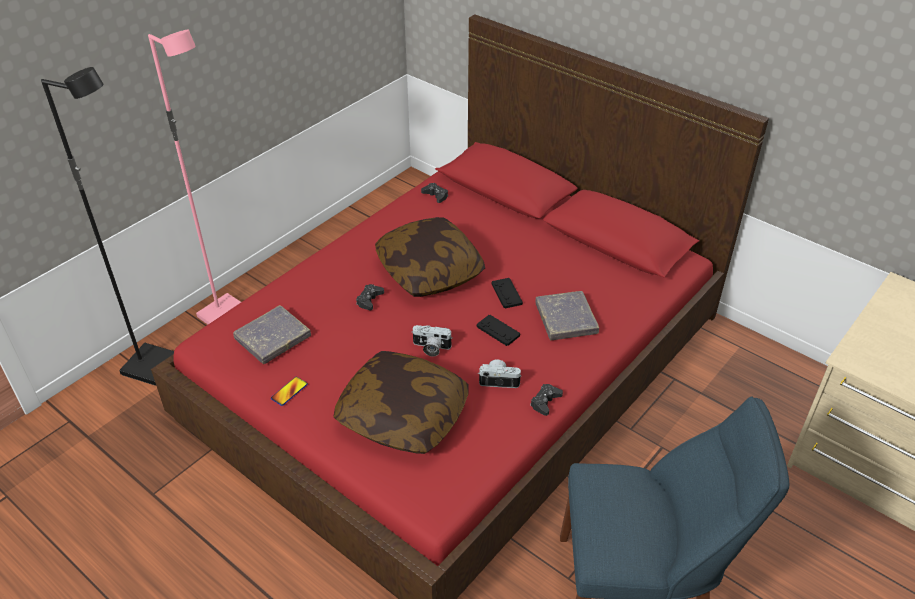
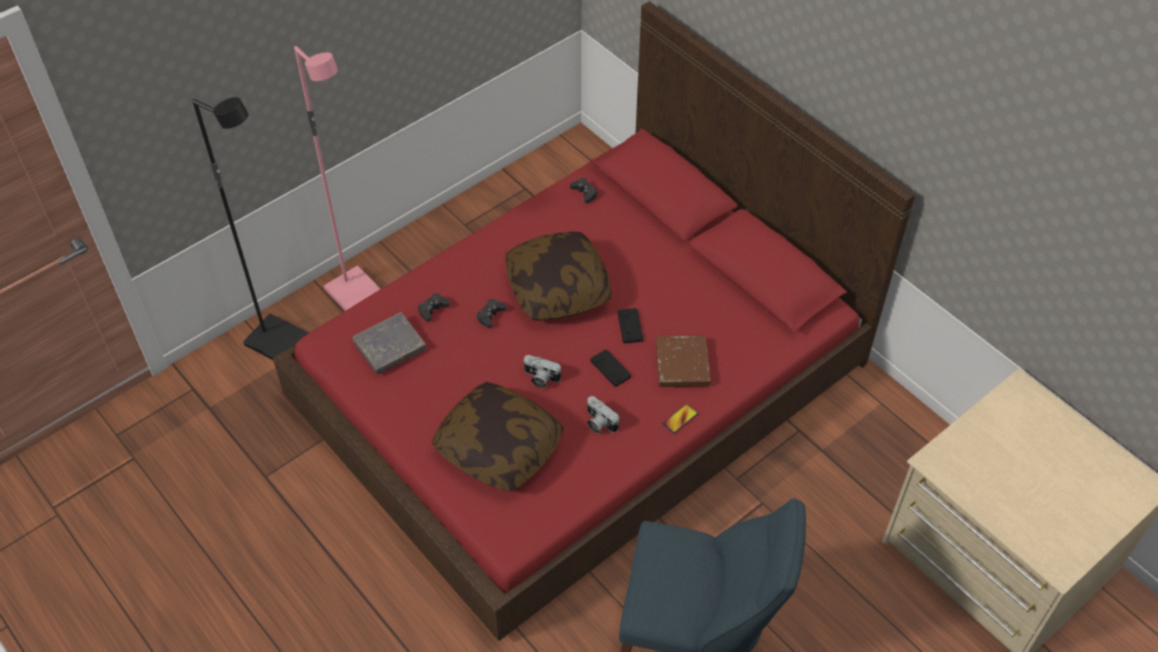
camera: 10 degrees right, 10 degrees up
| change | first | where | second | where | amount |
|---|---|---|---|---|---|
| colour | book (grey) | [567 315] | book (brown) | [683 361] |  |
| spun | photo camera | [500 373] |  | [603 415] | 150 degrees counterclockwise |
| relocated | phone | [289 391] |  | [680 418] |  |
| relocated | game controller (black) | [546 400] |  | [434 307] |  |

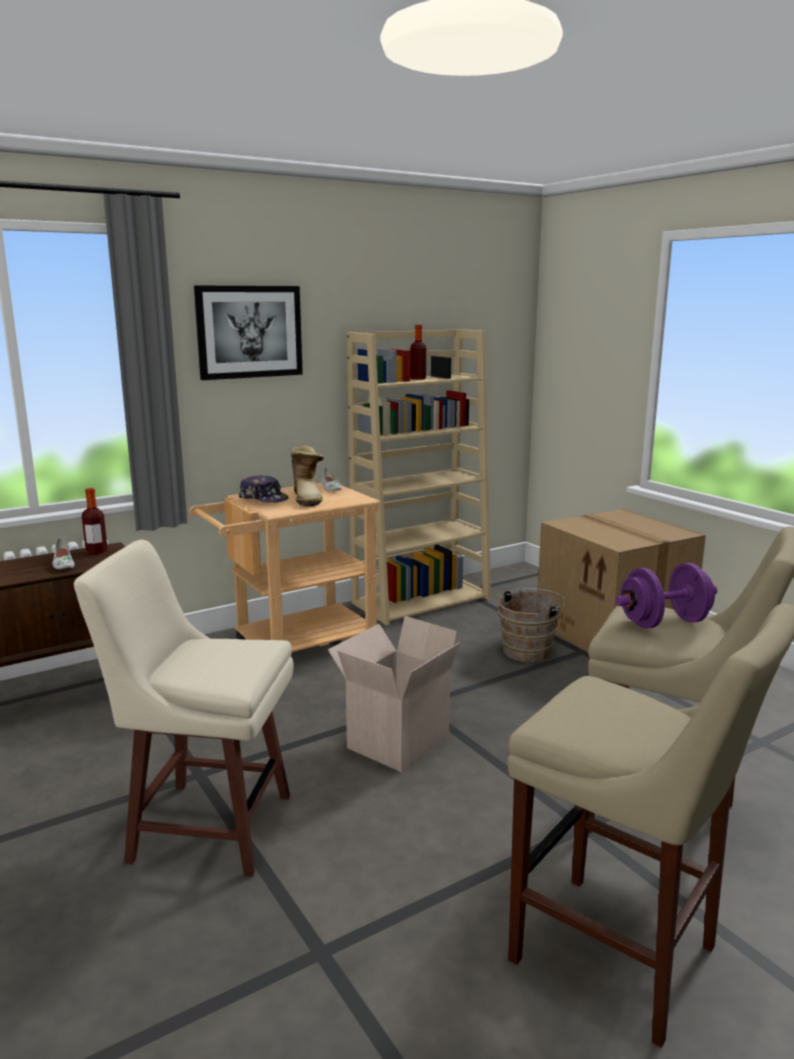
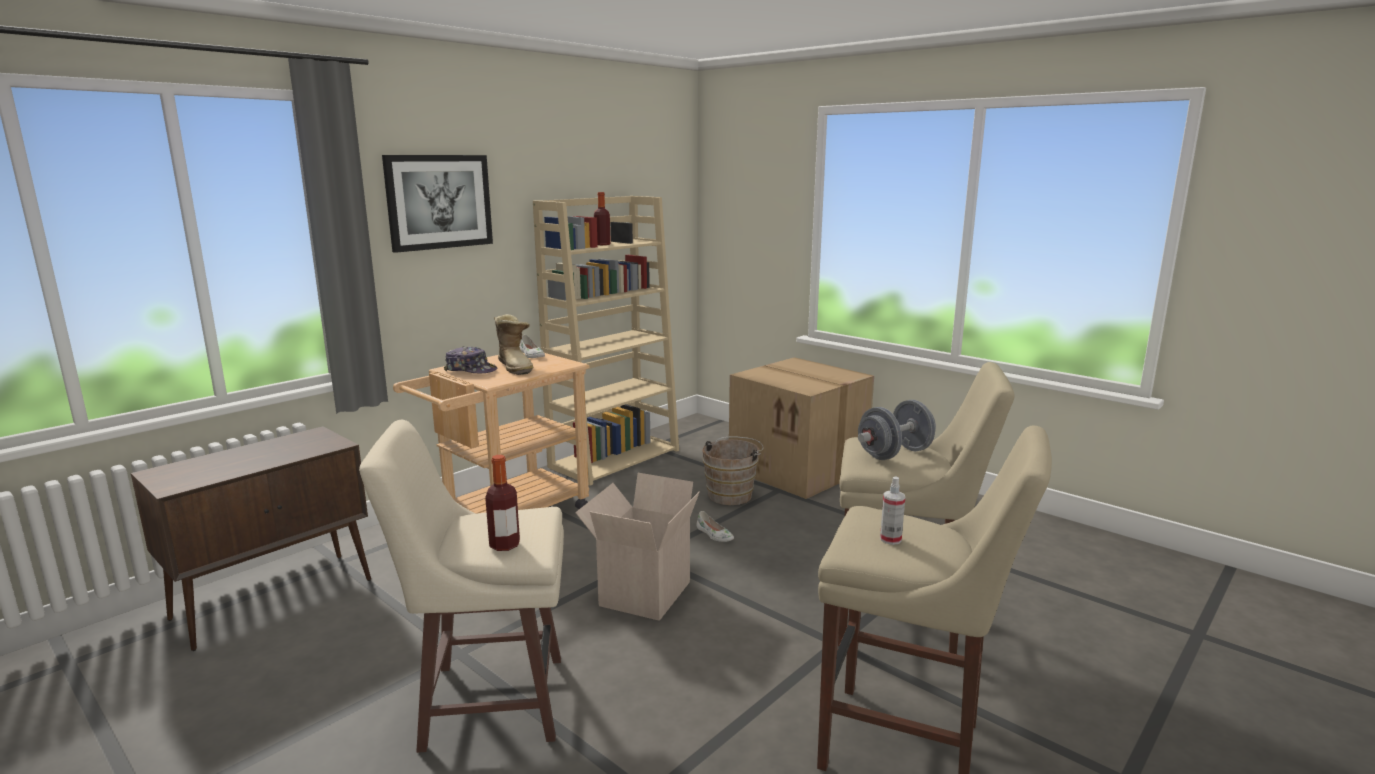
camera: 15 degrees left, 0 degrees up
| change | first | where | second | where | amount |
|---|---|---|---|---|---|
| relocated | bottle | [95 521] |  | [502 503] |  |
| relocated | shoe (white) | [63 553] |  | [715 526] |  |
| colour | dumbbell (purple) | [666 596] | dumbbell (grey) | [897 430] |  |
| appeared |  |  | spray bottle | [892 510] |  |

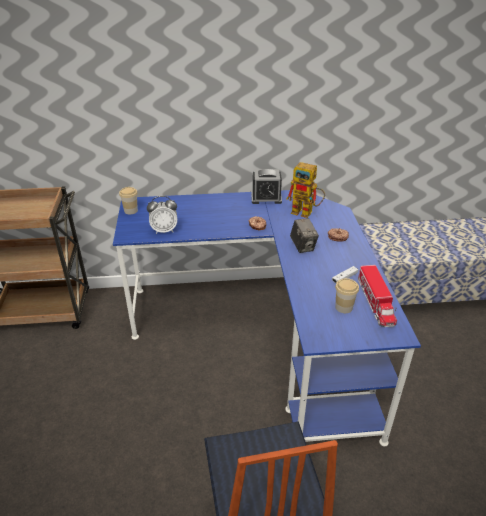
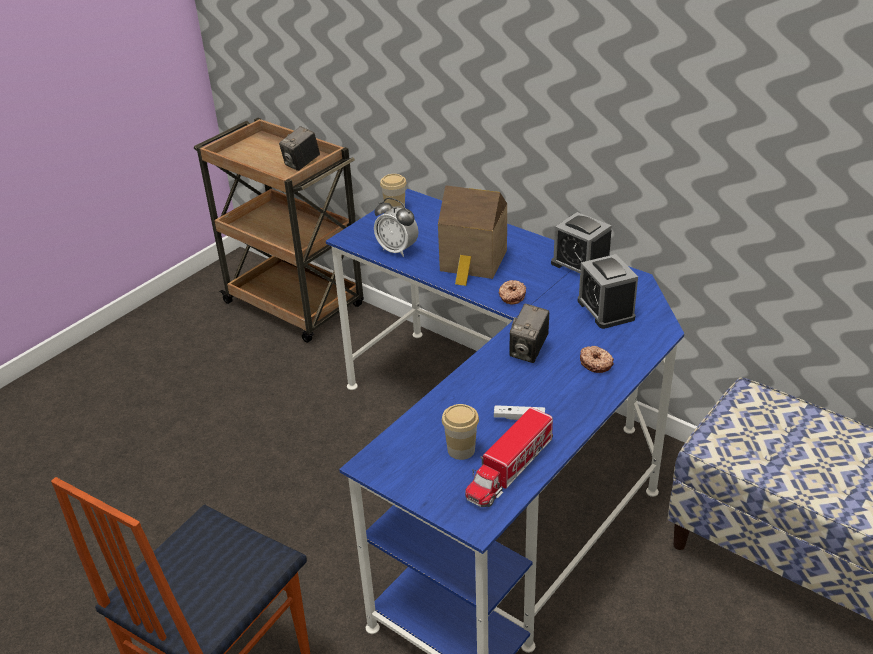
camera: 45 degrees right, 0 degrees up
| change | first | where | second | where | amount |
|---|---|---|---|---|---|
| exchanged | toy robot | [306 190] | alarm clock | [608 291] |  |
| appeared |  |  | photo camera | [299 148] |  |
| appeared |  |  | toy house | [472 235] |  |

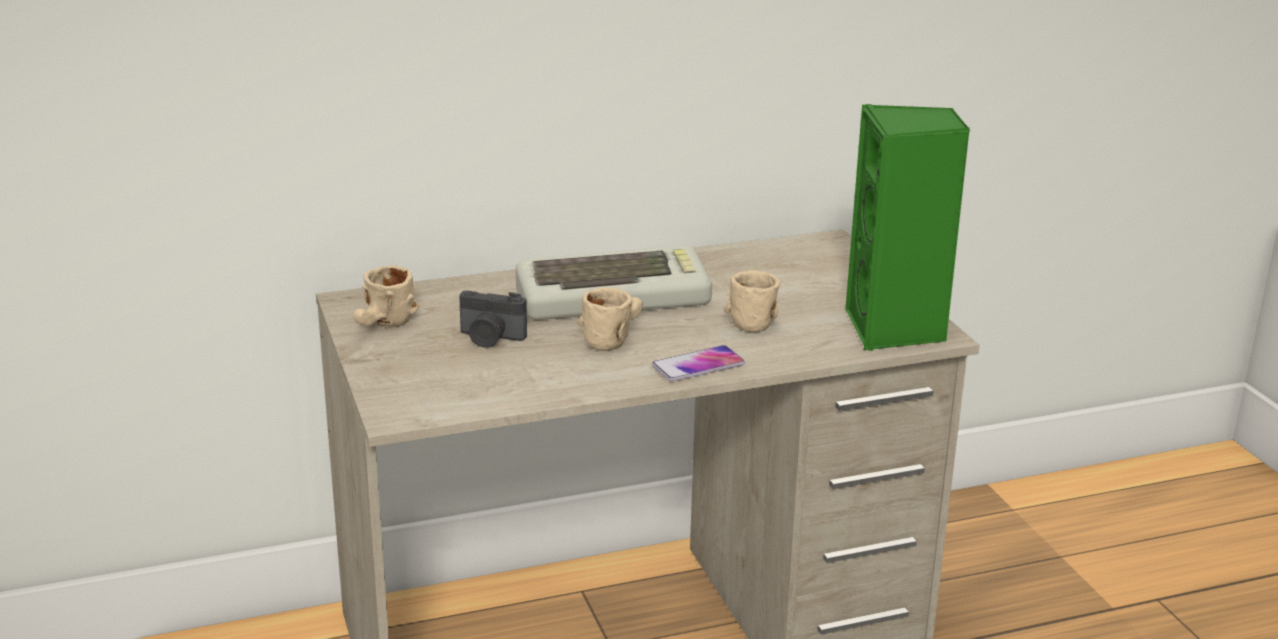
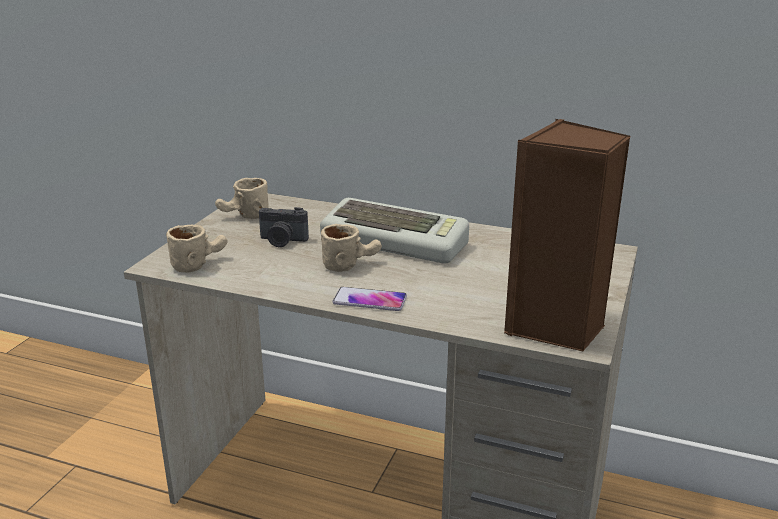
camera: 40 degrees right, 0 degrees up
| change | first | where | second | where | amount |
|---|---|---|---|---|---|
| colour | speaker (green) | [908 227] | speaker (brown) | [567 235] |  |
| relocated | mug (beige) | [751 301] |  | [197 248] |  |
| spun | photo camera | [493 319] |  | [284 227] | 45 degrees counterclockwise |

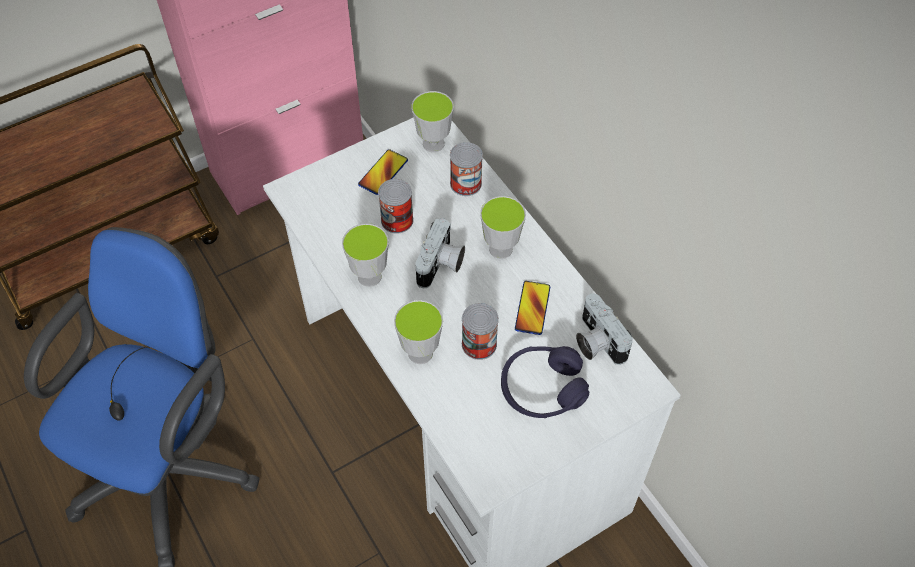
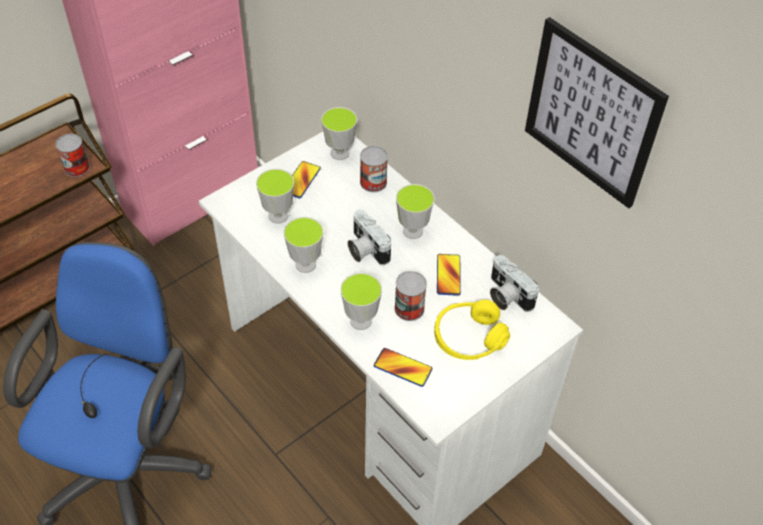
camera: 10 degrees left, 5 degrees down
| change | first | where | second | where | amount |
|---|---|---|---|---|---|
| relocated | can | [396 206] |  | [72 155] |  |
| spun | photo camera | [440 253] |  | [369 237] | 135 degrees clockwise |
| colour | headphones (purple) | [545 382] | headphones (yellow) | [472 330] |  |
| appeared |  |  | picture | [597 112] |  |
| appeared |  |  | cup | [275 196] |  |
| appeared |  |  | phone | [403 367] |  |

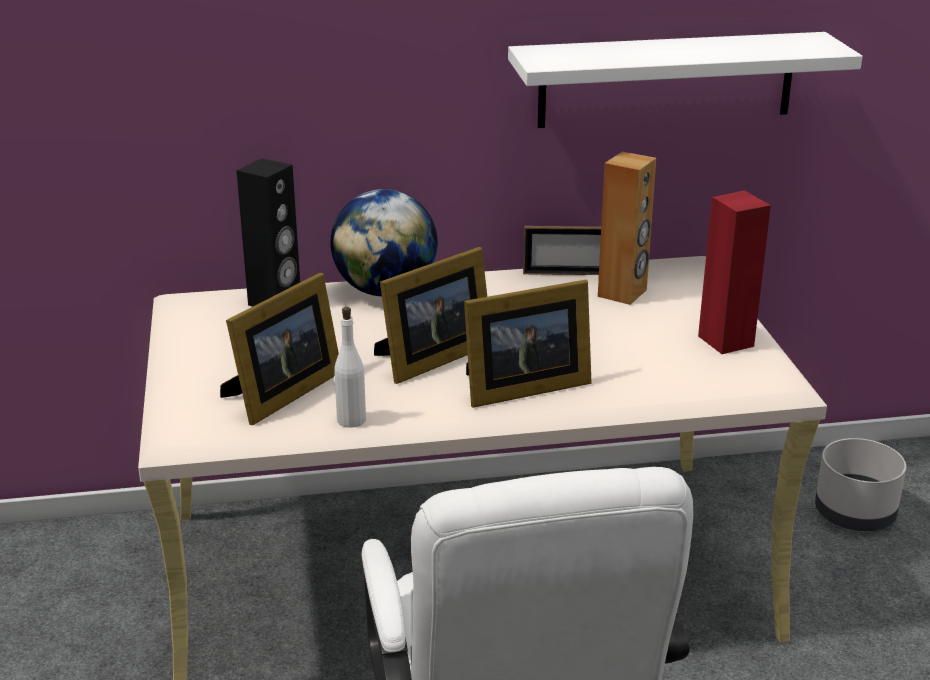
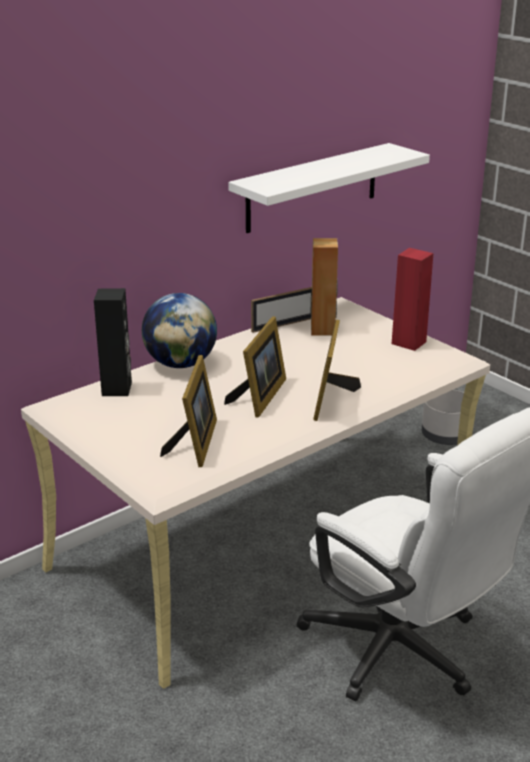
camera: 30 degrees left, 0 degrees up
| change | first | where | second | where | amount |
|---|---|---|---|---|---|
| spun | picture frame | [528 344] |  | [337 370] | 150 degrees clockwise |
| missing | bottle (white) | [350 367] |  |  |  |

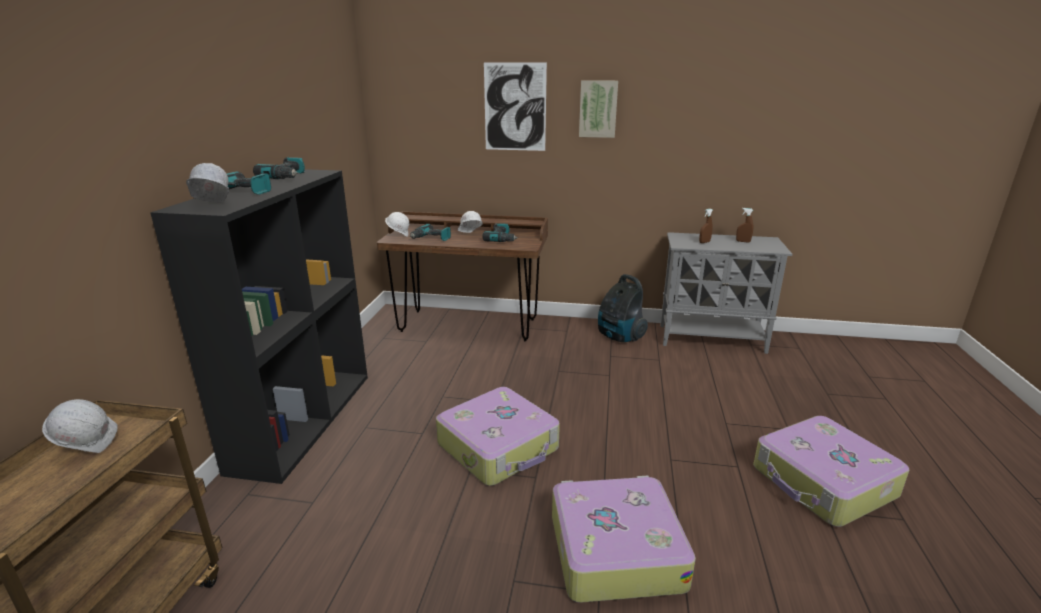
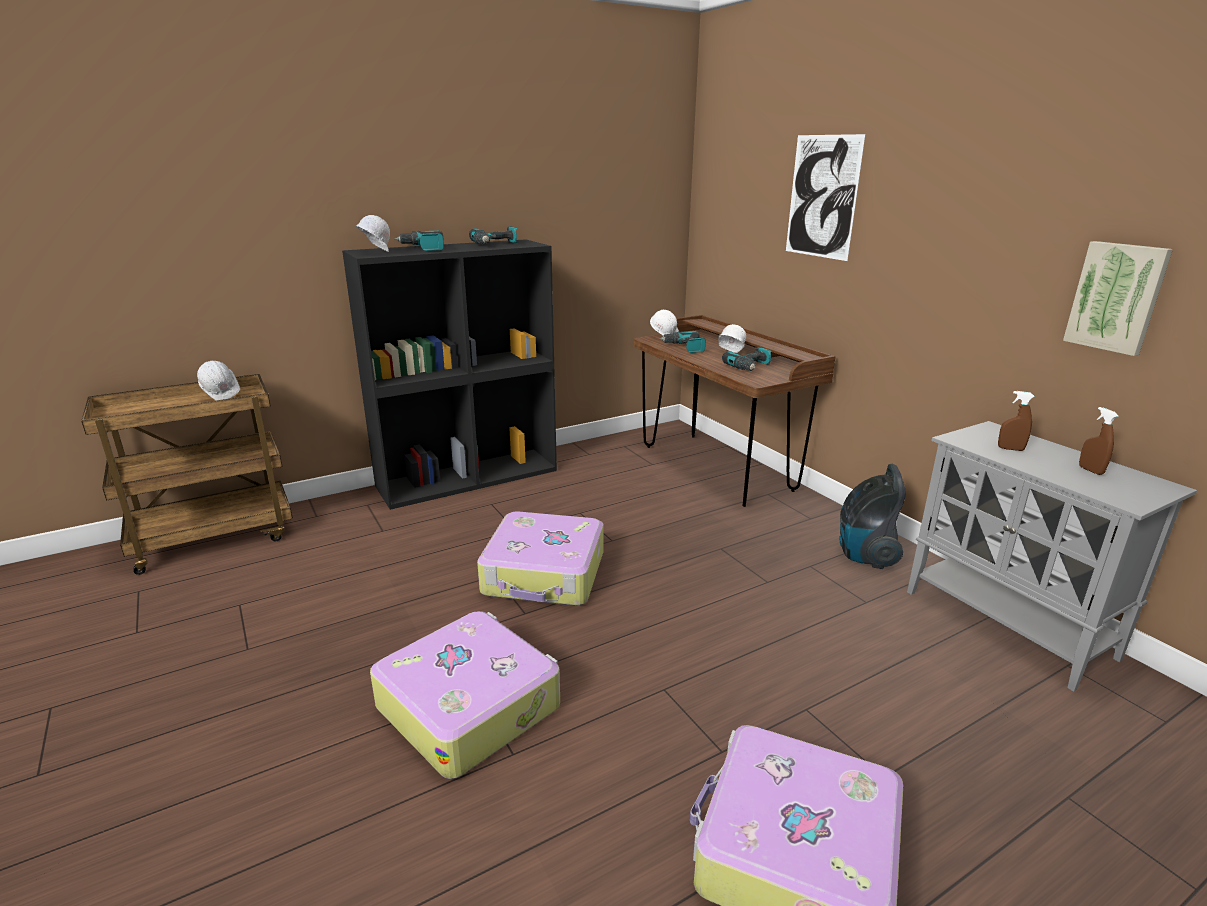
camera: 50 degrees right, 0 degrees up
| change | first | where | second | where | amount |
|---|---|---|---|---|---|
| relocated | picture | [598 109] |  | [1118 298] |  |

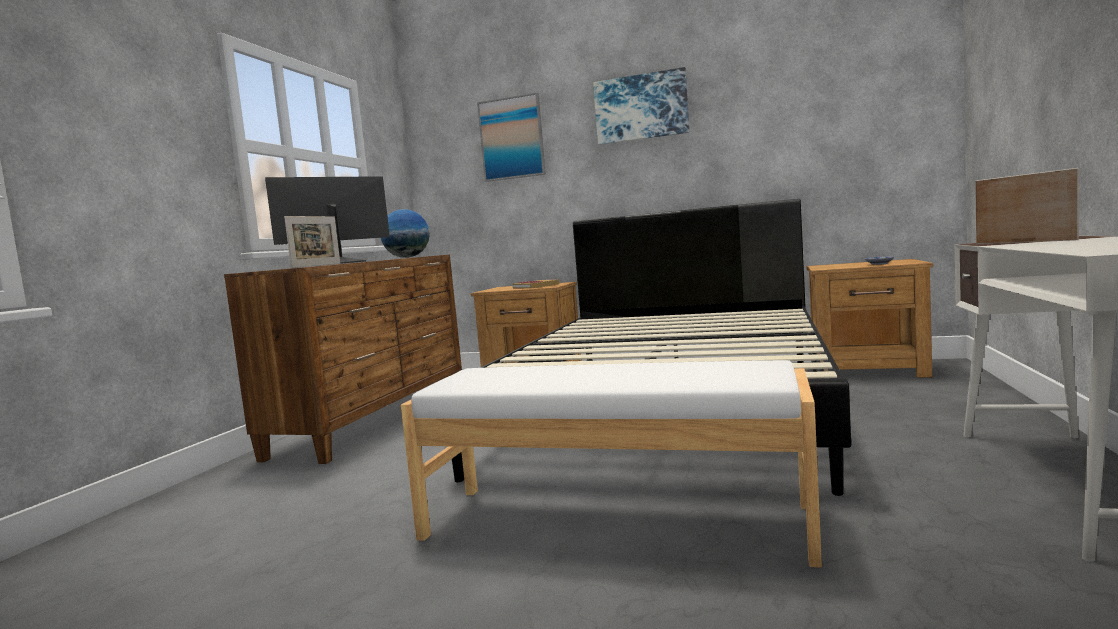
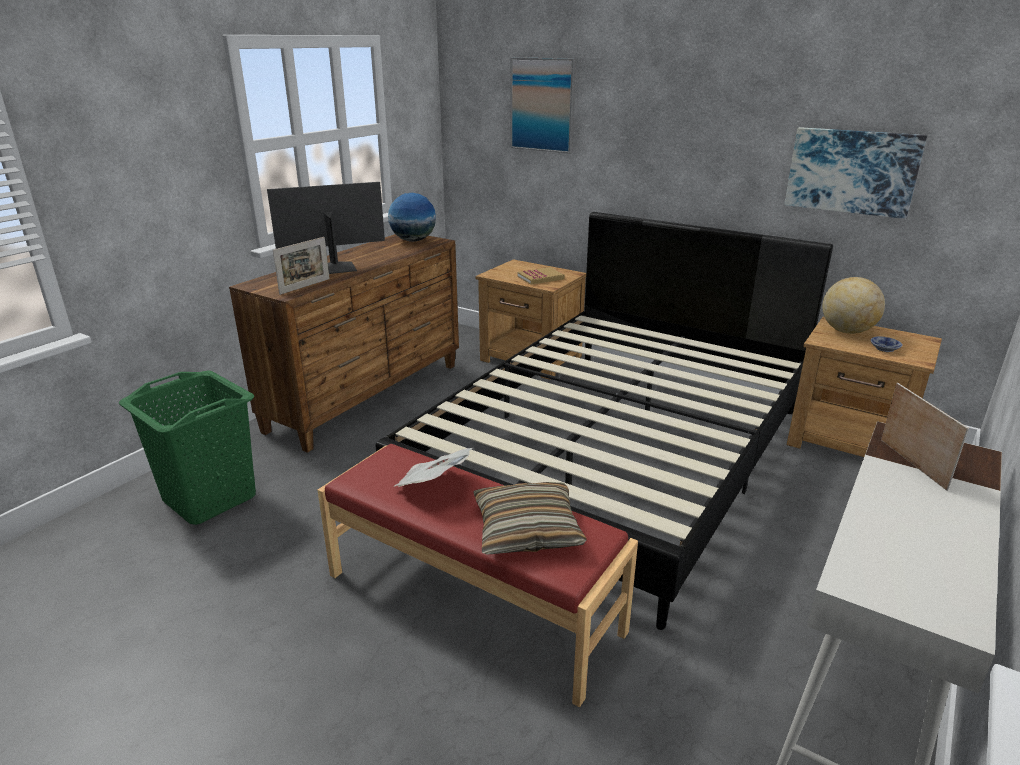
camera: 15 degrees right, 20 degrees up
| change | first | where | second | where | amount |
|---|---|---|---|---|---|
| relocated | picture | [641 106] |  | [855 173] |  |
| colour | bench (white) | [611 464] | bench (red) | [478 575] |  |
| appeared |  |  | globe | [853 305] |  |
| appeared |  |  | laundry basket (green) | [187 447] |  |
| appeared |  |  | newspaper | [433 467] |  |
| appeared |  |  | pillow | [530 518] |  |

